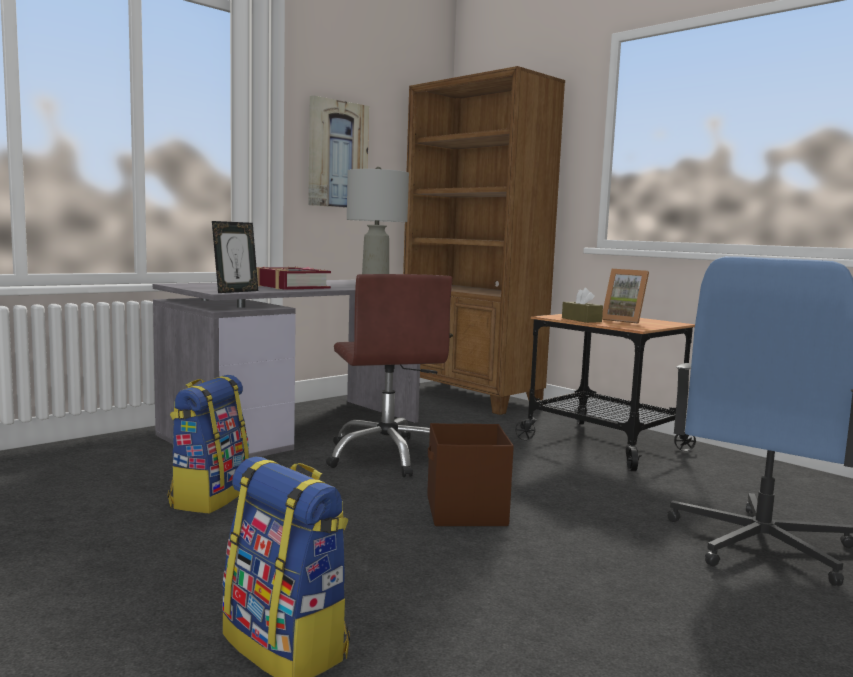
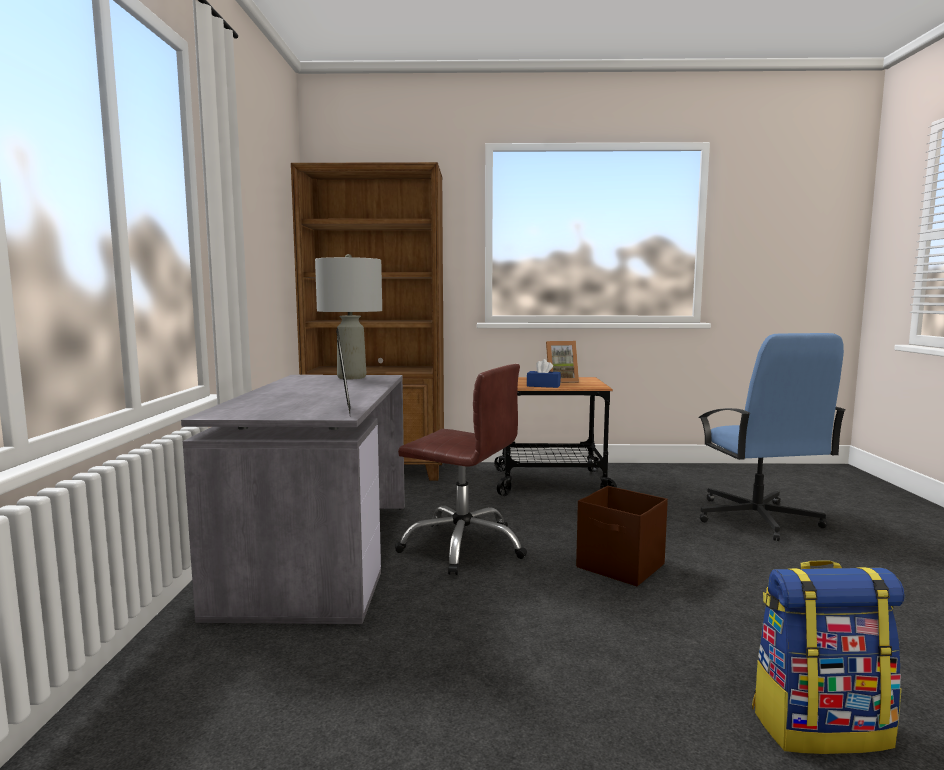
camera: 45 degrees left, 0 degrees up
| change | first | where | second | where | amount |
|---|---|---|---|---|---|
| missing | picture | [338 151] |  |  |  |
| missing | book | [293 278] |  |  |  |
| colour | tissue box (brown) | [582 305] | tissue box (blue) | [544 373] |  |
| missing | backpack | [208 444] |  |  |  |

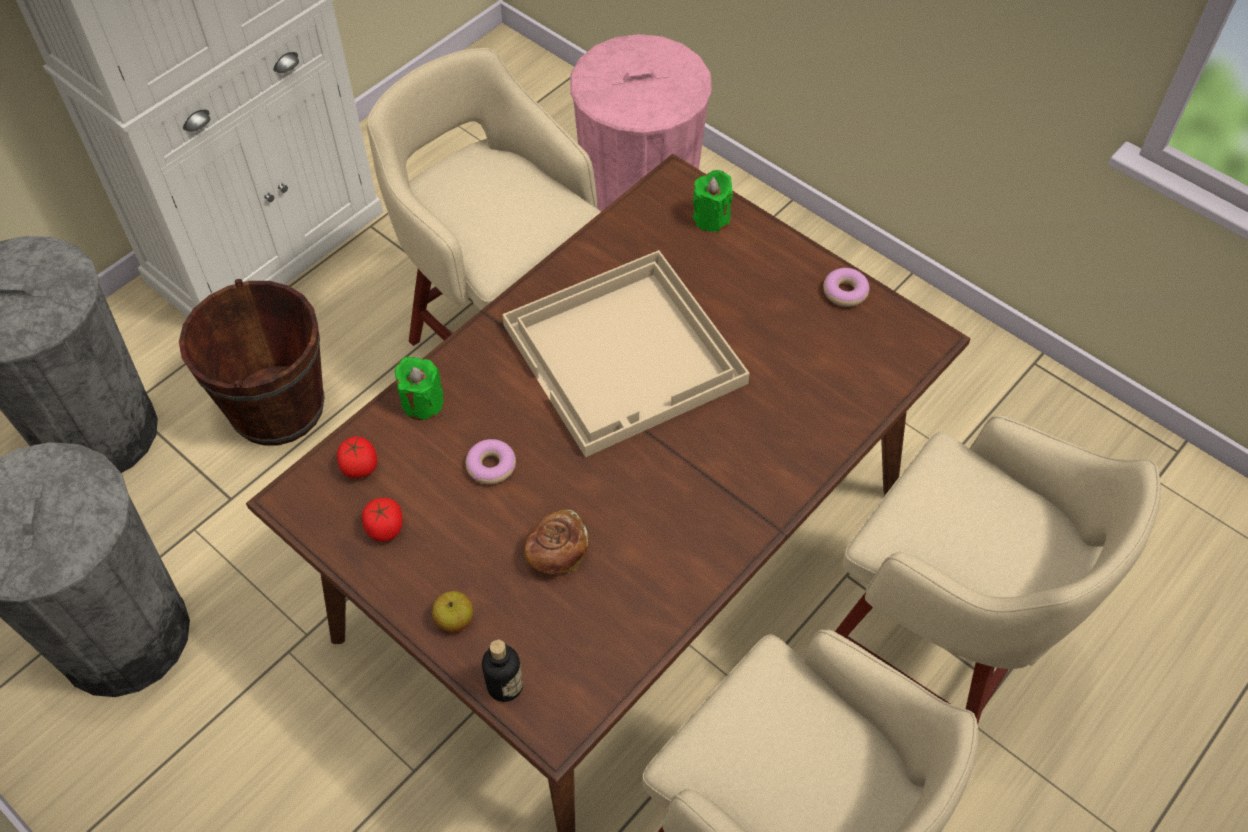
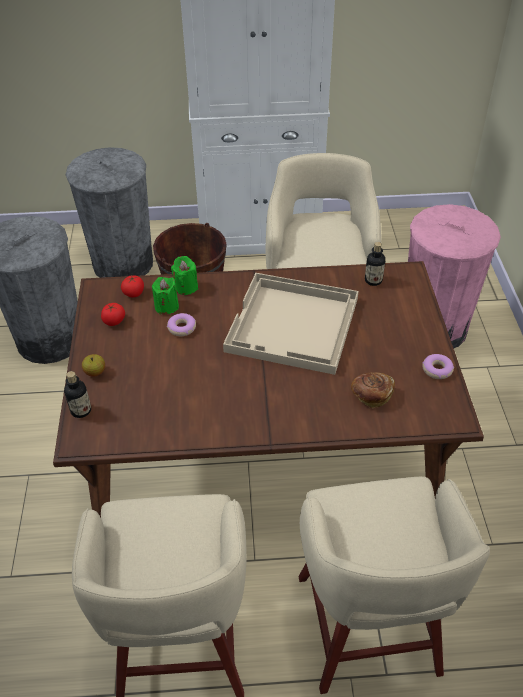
camera: 45 degrees right, 10 degrees down
| change | first | where | second | where | amount |
|---|---|---|---|---|---|
| relocated | candle (green) | [713 201] |  | [165 296] |  |
| relocated | bread | [556 542] |  | [373 390] |  |
| appeared |  |  | bottle | [375 264] |  |

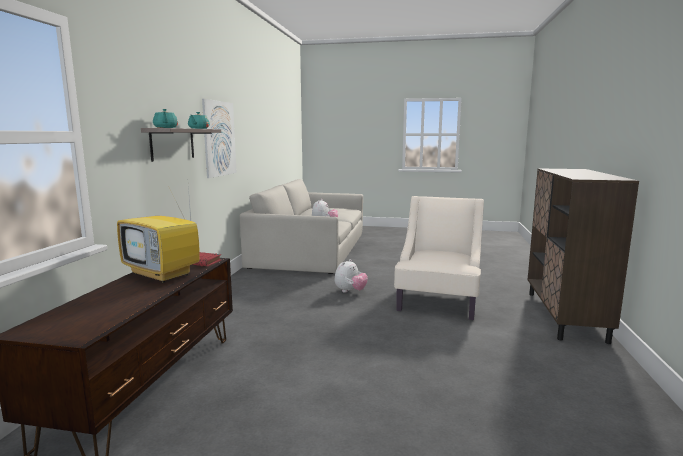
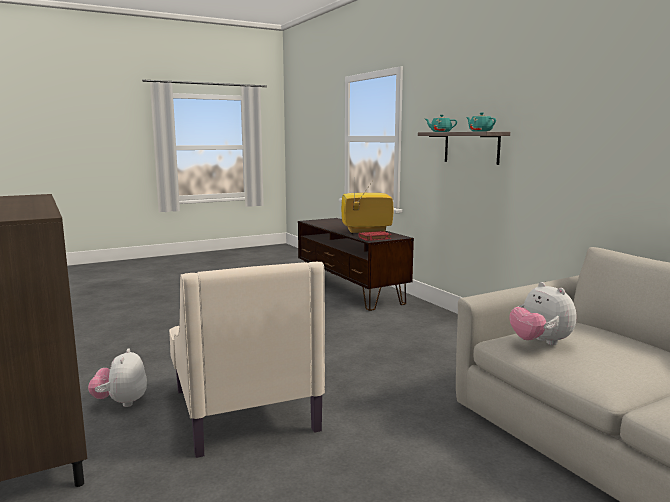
camera: 140 degrees right, 0 degrees up
| change | first | where | second | where | amount |
|---|---|---|---|---|---|
| missing | picture | [219 138] |  |  |  |
| relocated | plush toy | [351 275] |  | [117 377] |  |

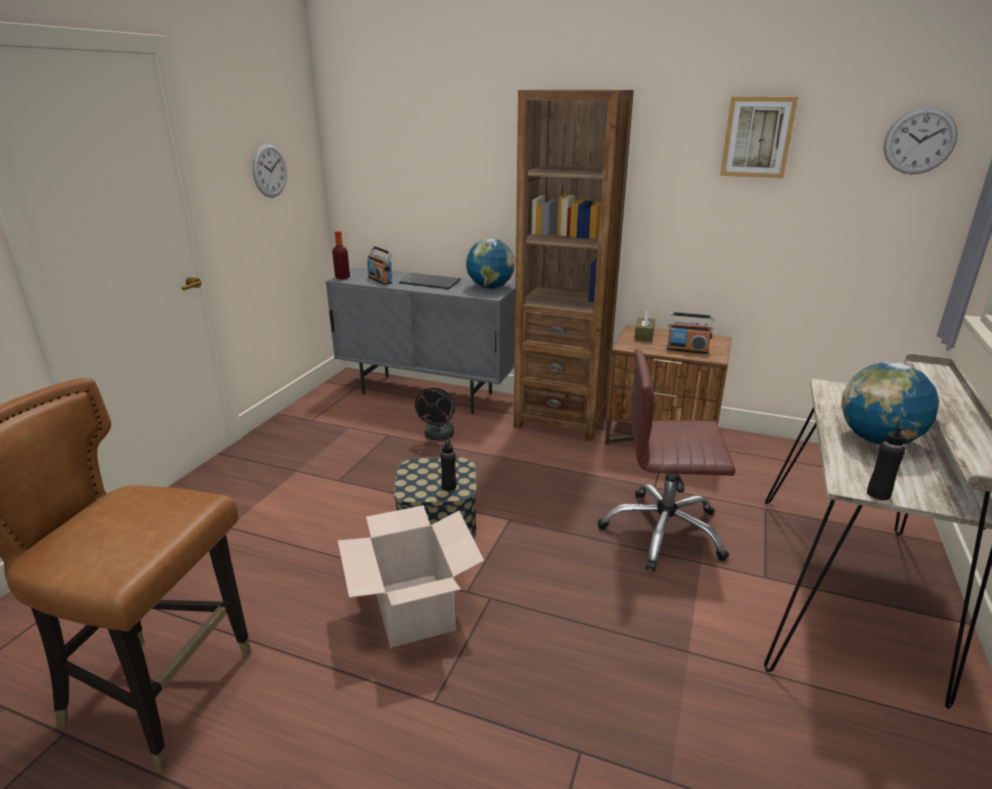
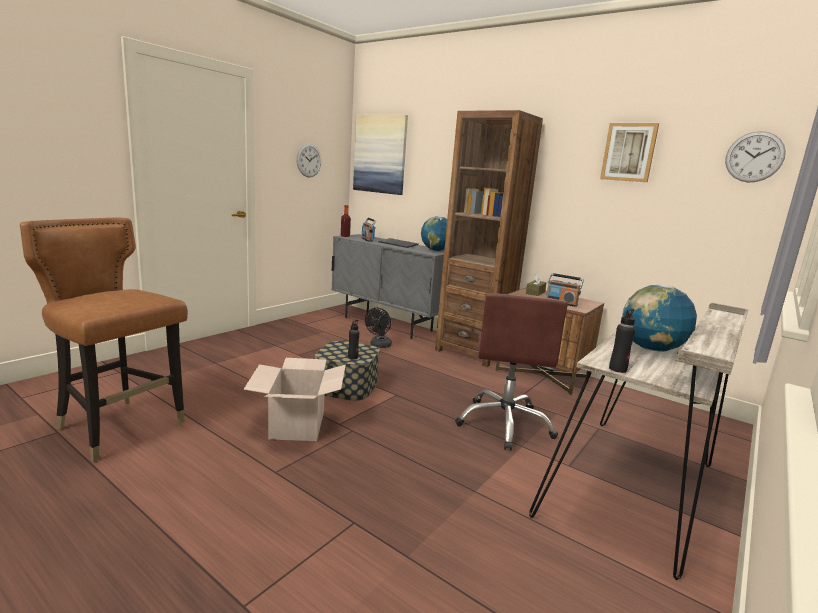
camera: 15 degrees right, 10 degrees down
| change | first | where | second | where | amount |
|---|---|---|---|---|---|
| spun | office chair (brown) | [667 460] |  | [511 372] | 105 degrees counterclockwise |
| appeared |  |  | picture | [380 155] |  |

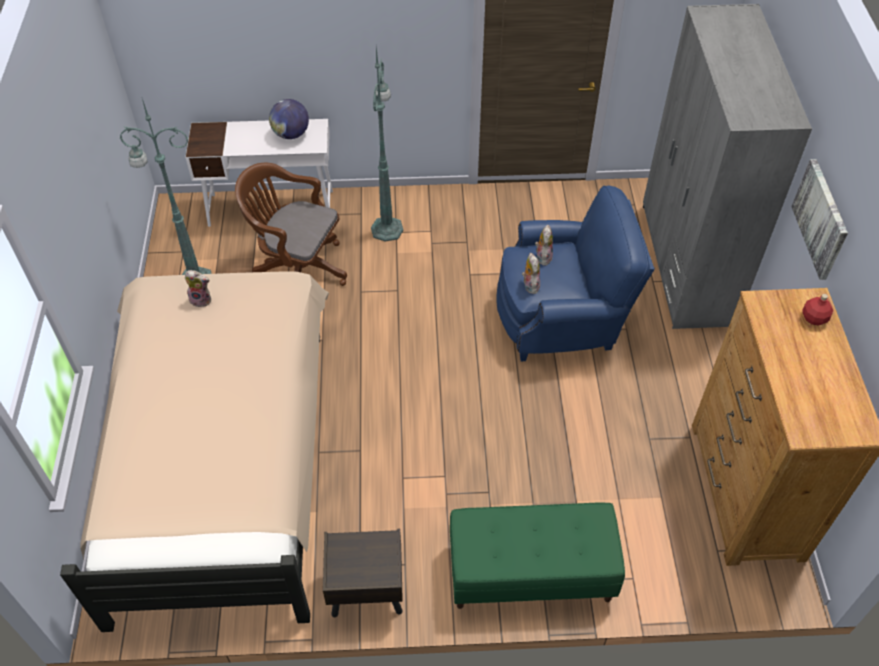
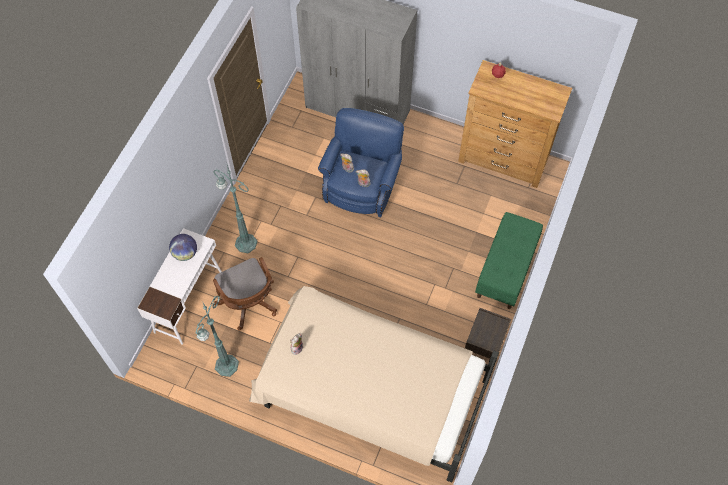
camera: 65 degrees left, 10 degrees up
| change | first | where | second | where | amount |
|---|---|---|---|---|---|
| missing | picture | [819 219] |  |  |  |
| spun | office chair (brown) | [291 224] |  | [245 294] | 75 degrees counterclockwise |

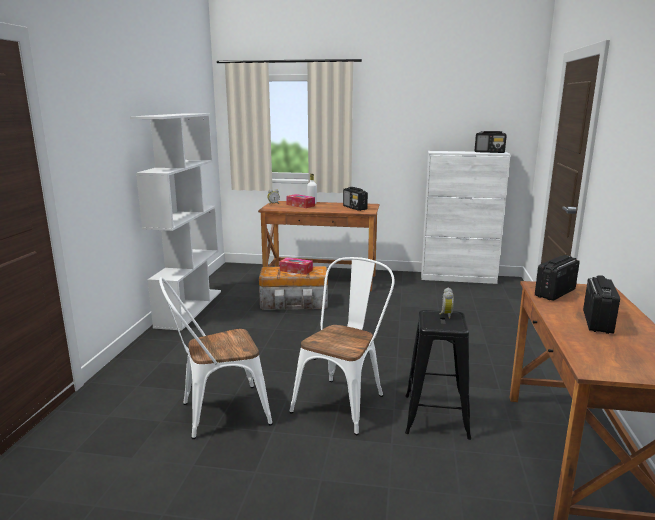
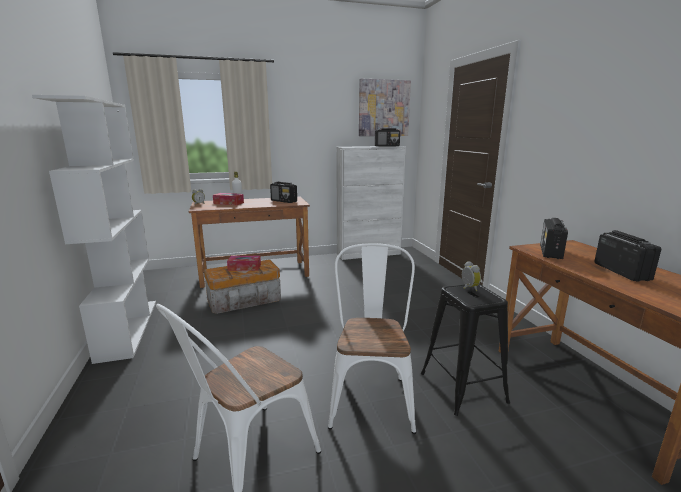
camera: 25 degrees left, 0 degrees up
| change | first | where | second | where | amount |
|---|---|---|---|---|---|
| appeared |  |  | picture | [385 107] |  |

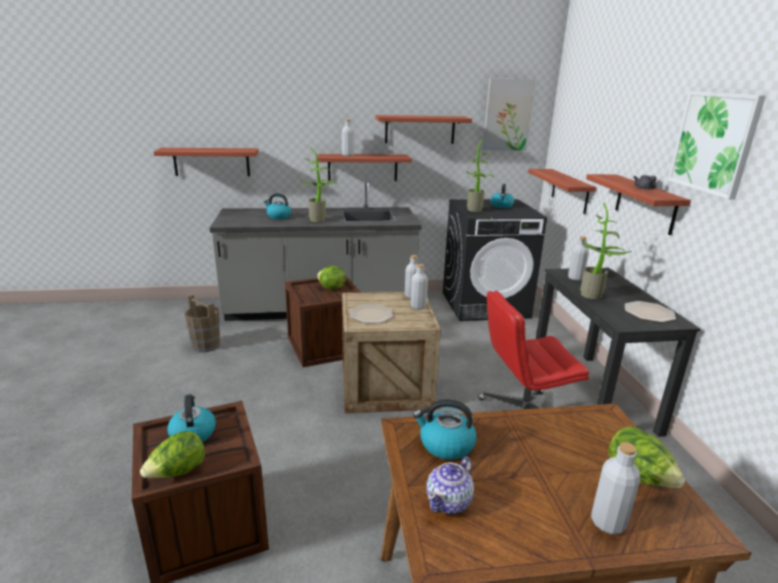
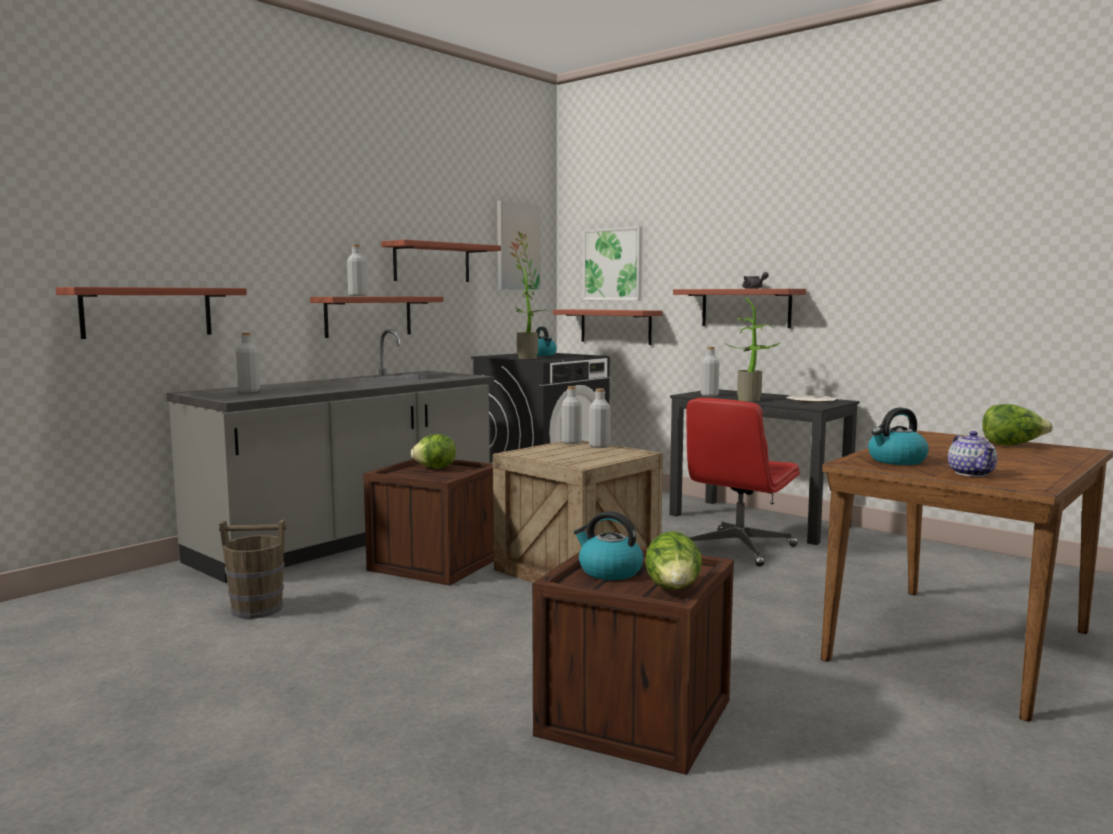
camera: 40 degrees left, 15 degrees down
| change | first | where | second | where | amount |
|---|---|---|---|---|---|
| relocated | picture | [717 145] |  | [612 263] |  |
| missing | potted plant | [318 184] |  |  |  |
| missing | kettle | [277 206] |  |  |  |
| missing | plate | [371 313] |  |  |  |
| relocated | bottle (grey) | [615 488] |  | [248 362] |  |

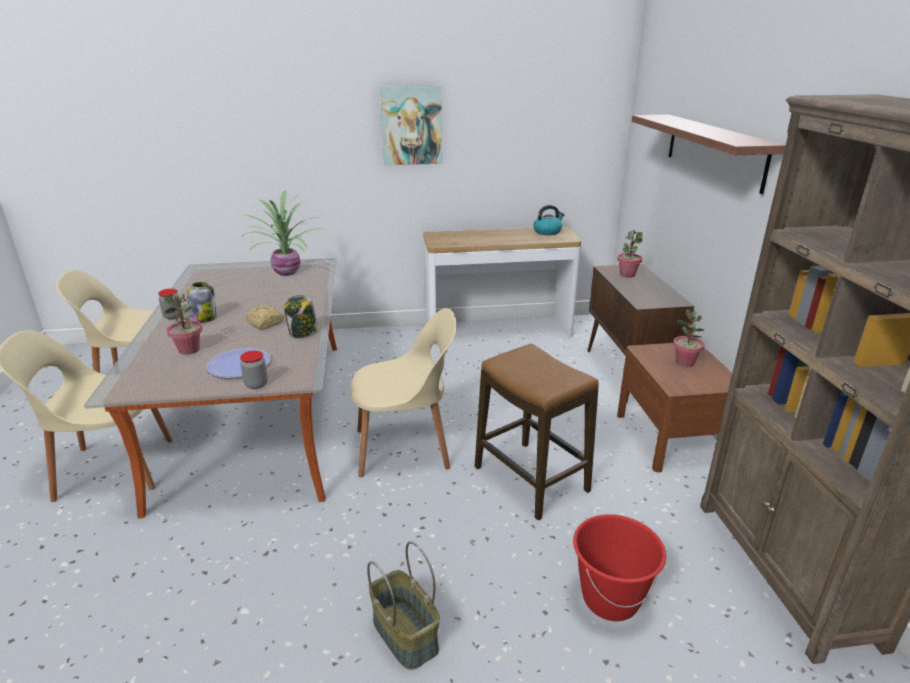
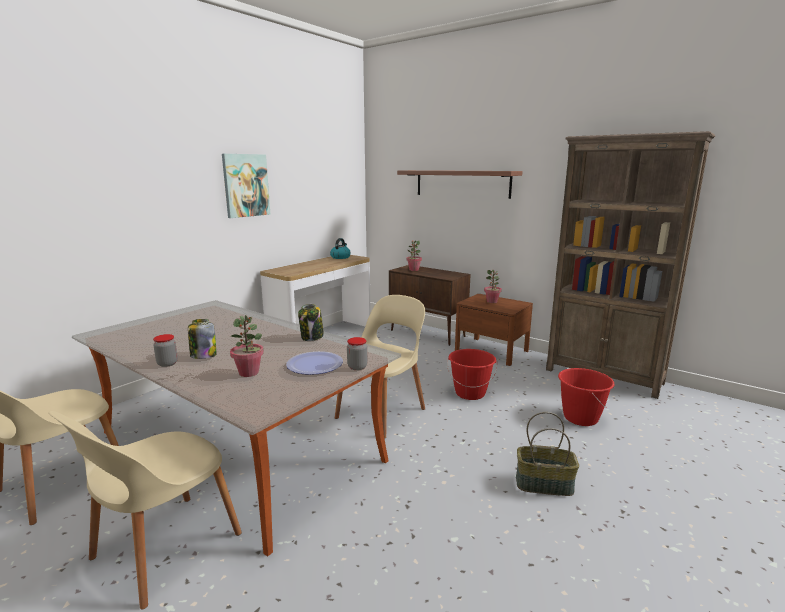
camera: 45 degrees left, 10 degrees down
| change | first | where | second | where | amount |
|---|---|---|---|---|---|
| missing | potted plant | [284 233] |  |  |  |
| missing | bread | [265 317] |  |  |  |
| exchanged | stool | [537 432] | bucket (red) | [472 374] |  |

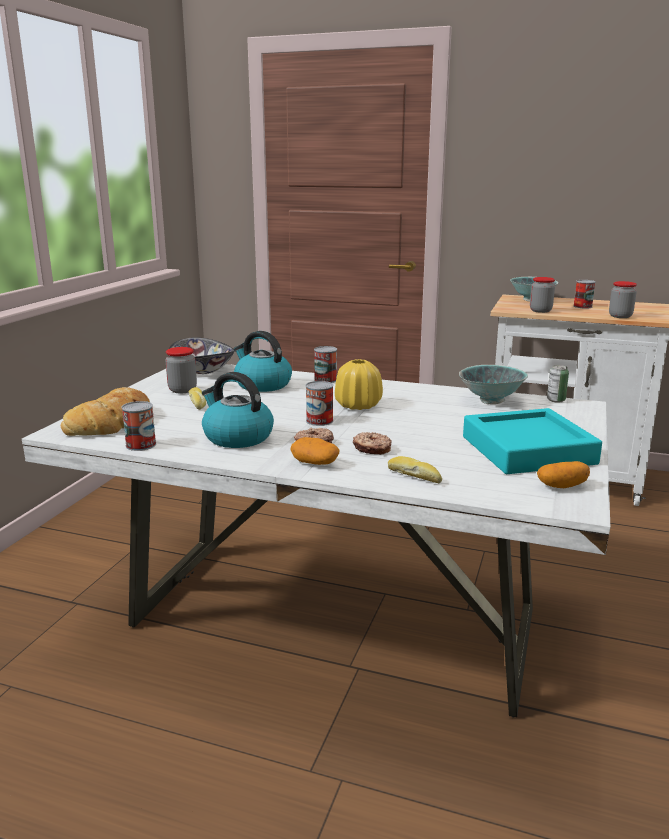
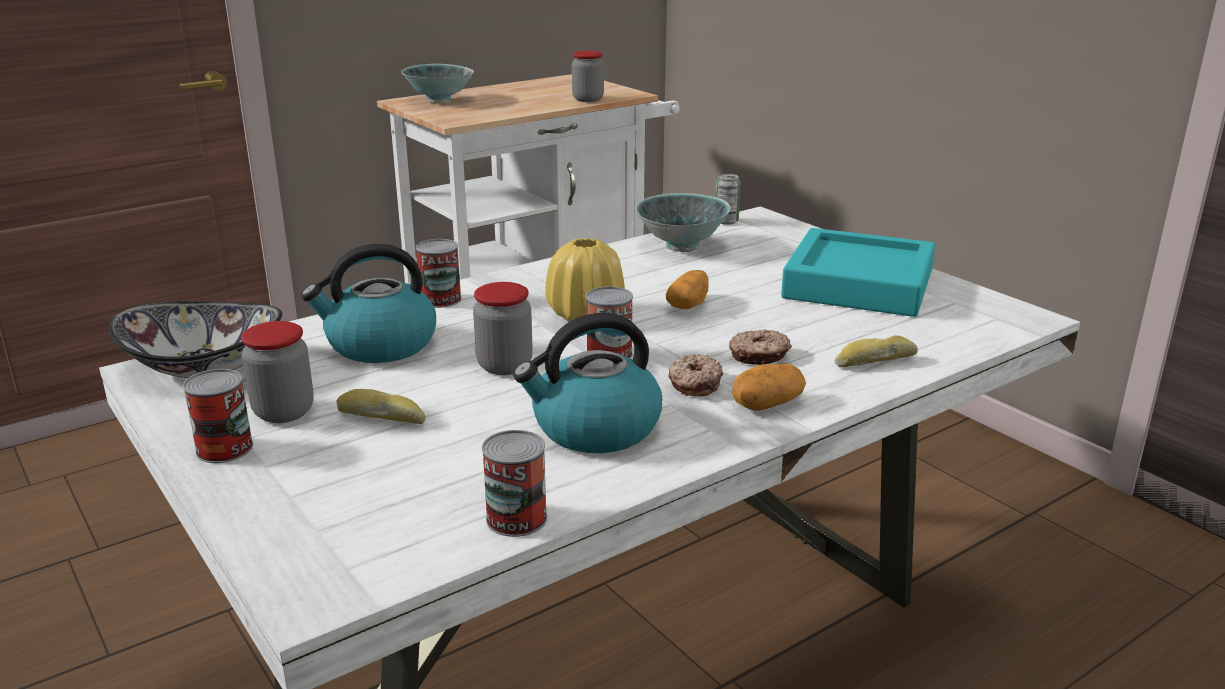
camera: 55 degrees left, 5 degrees up
| change | first | where | second | where | amount |
|---|---|---|---|---|---|
| relocated | jar | [542 295] |  | [503 328] |  |
| relocated | can | [584 294] |  | [218 416] |  |
| missing | bread | [105 411] |  |  |  |
| relocated | potato | [563 474] |  | [687 289] |  |

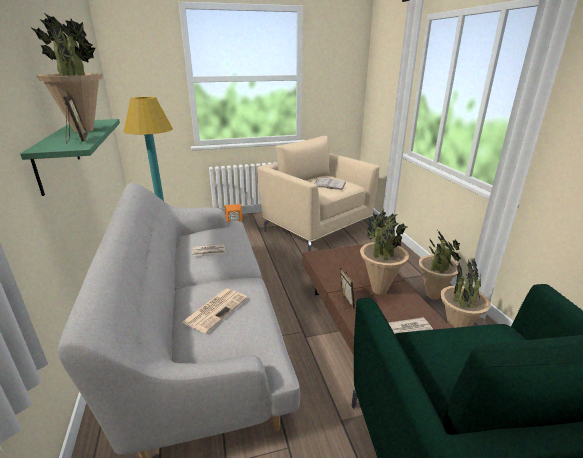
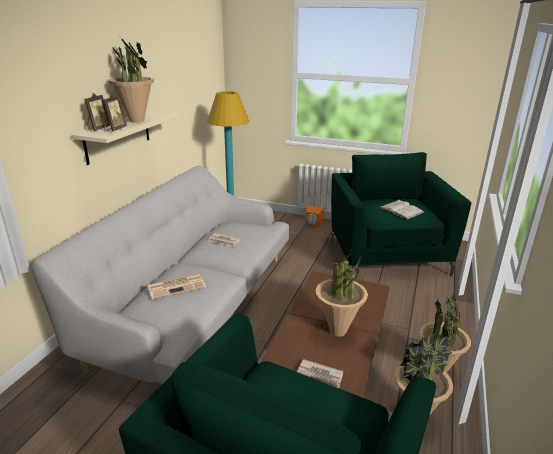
camera: 35 degrees right, 0 degrees up
| change | first | where | second | where | amount |
|---|---|---|---|---|---|
| colour | shelf (green) | [70 157] | shelf (beige) | [126 137] |  |
| colour | armchair (beige) | [318 194] | armchair (green) | [401 214] |  |
| relocated | picture frame | [344 288] |  | [97 112] |  |

